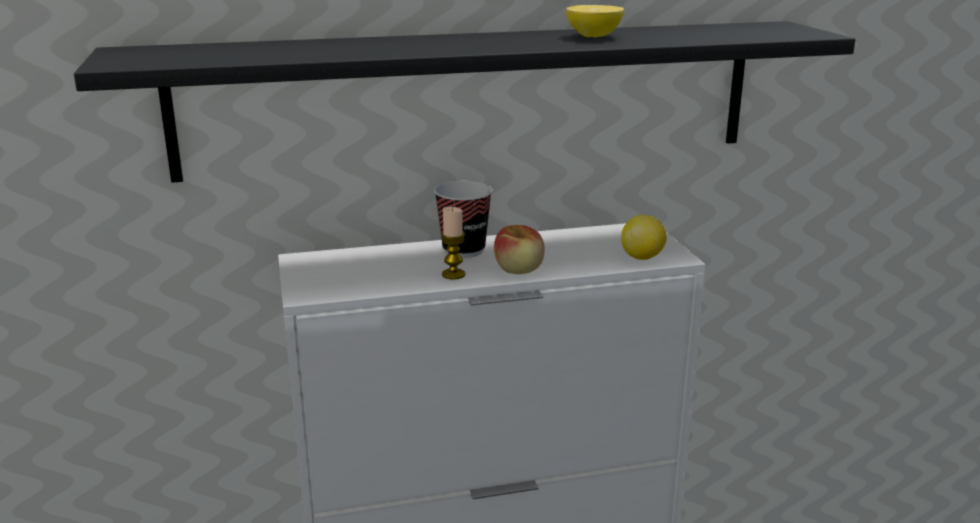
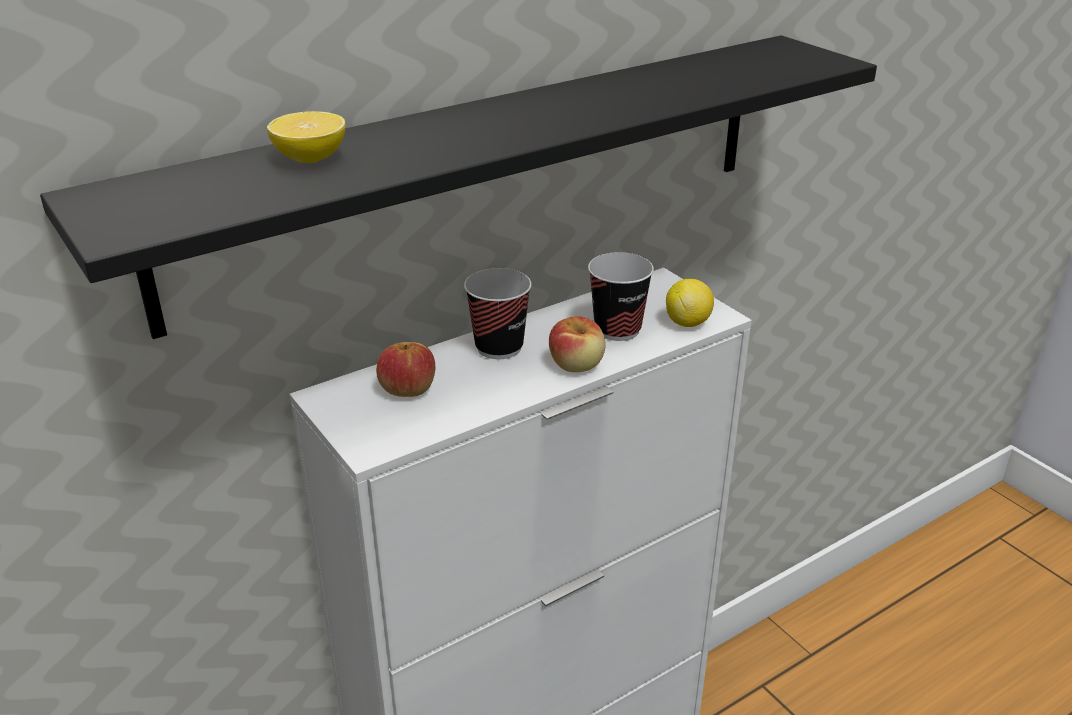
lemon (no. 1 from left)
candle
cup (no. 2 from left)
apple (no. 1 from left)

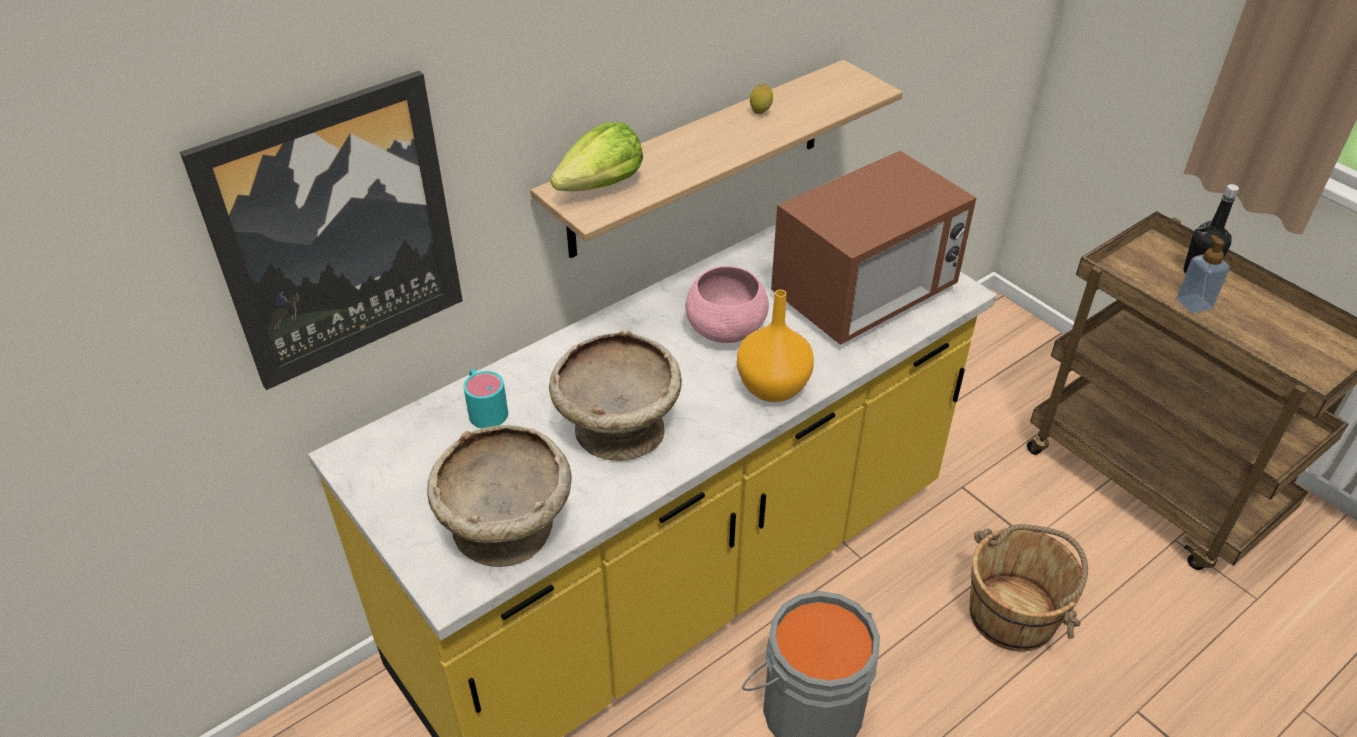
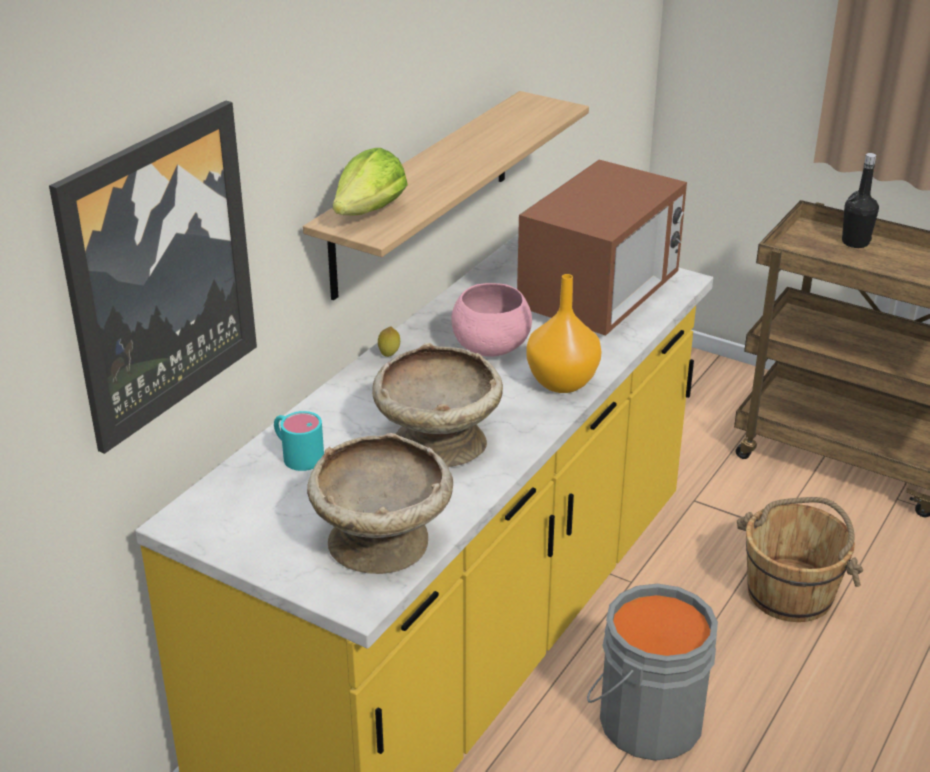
lemon
soap dispenser

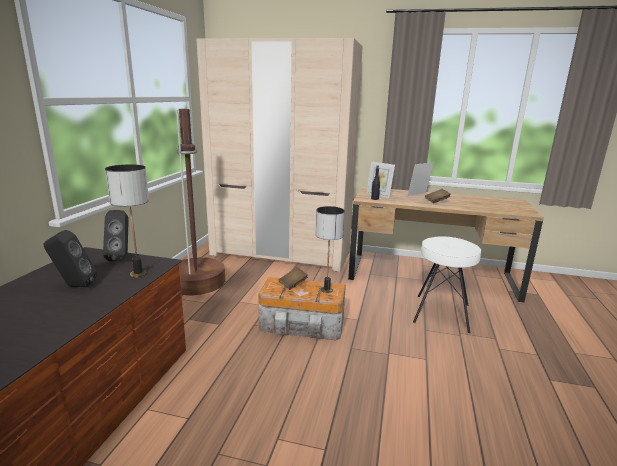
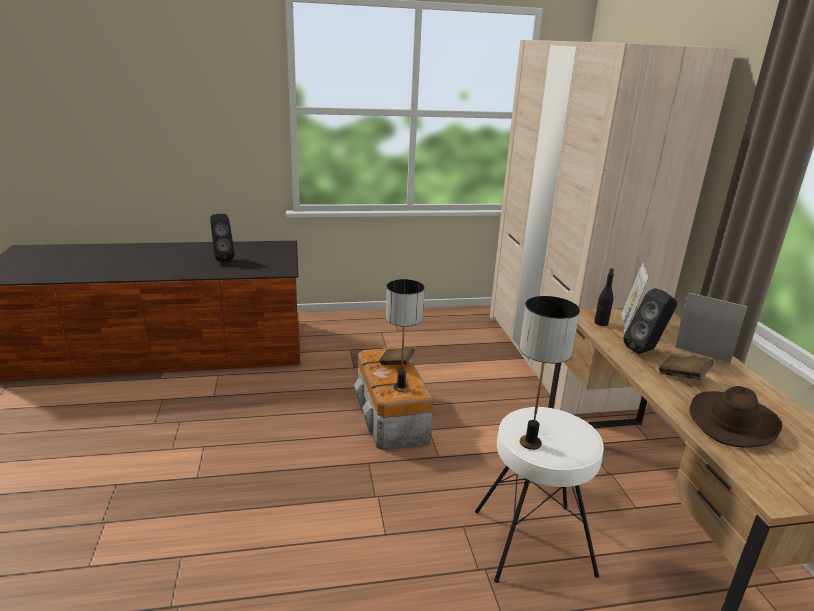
floor lamp/brown
table lamp (no. 2 from left)
speaker/black (no. 2 from left)
hat/brown

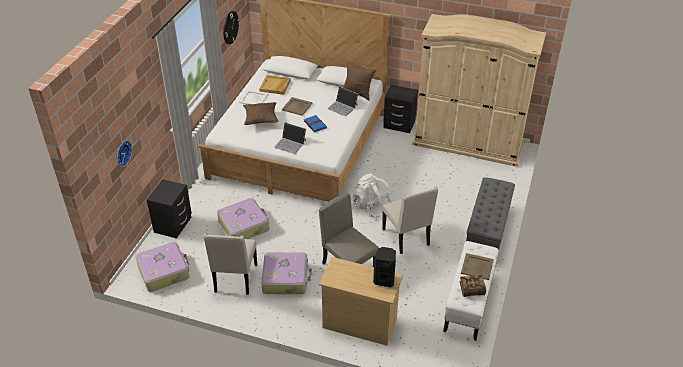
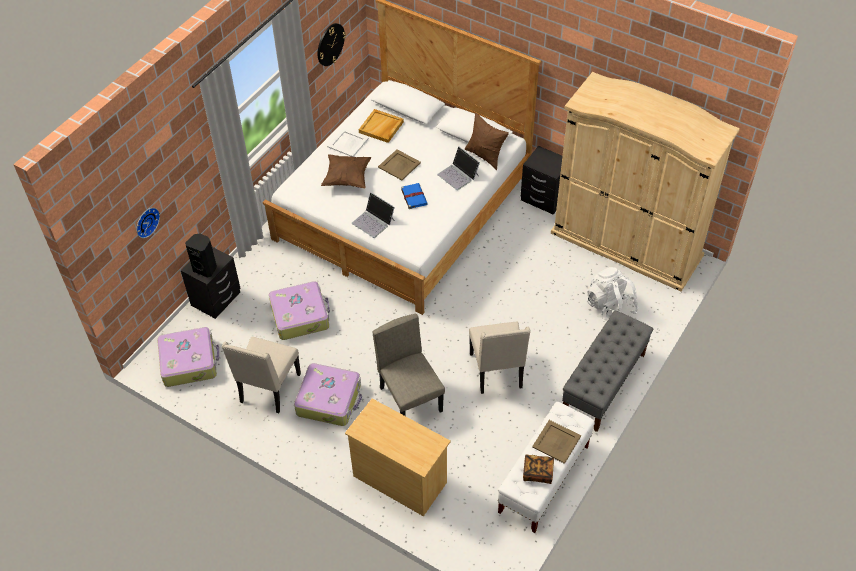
backpack/white
speaker/black

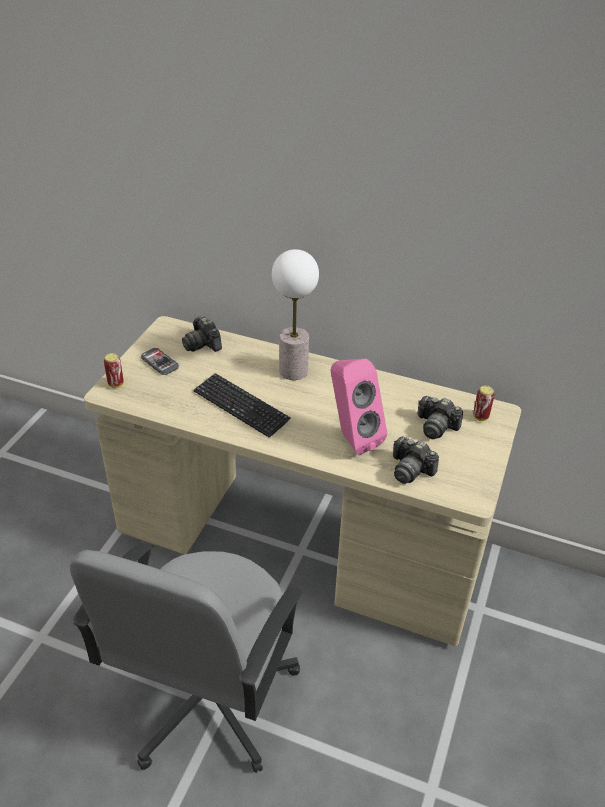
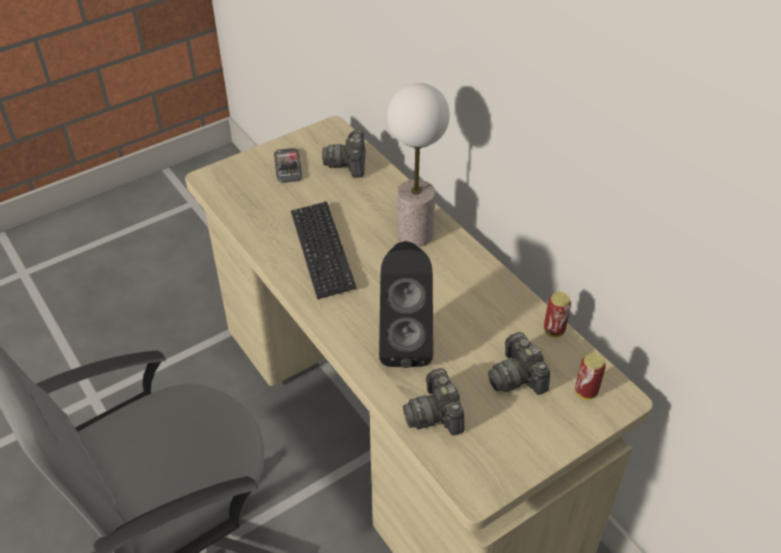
can (no. 1 from left)
speaker/black

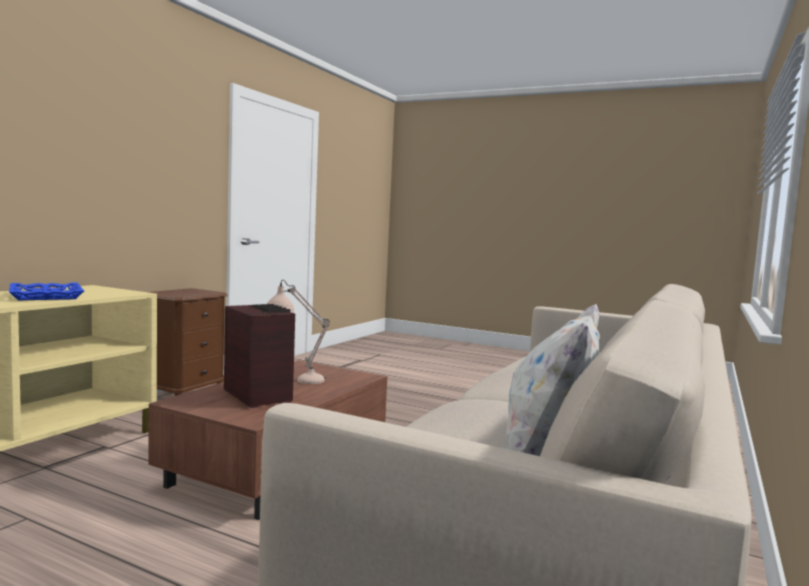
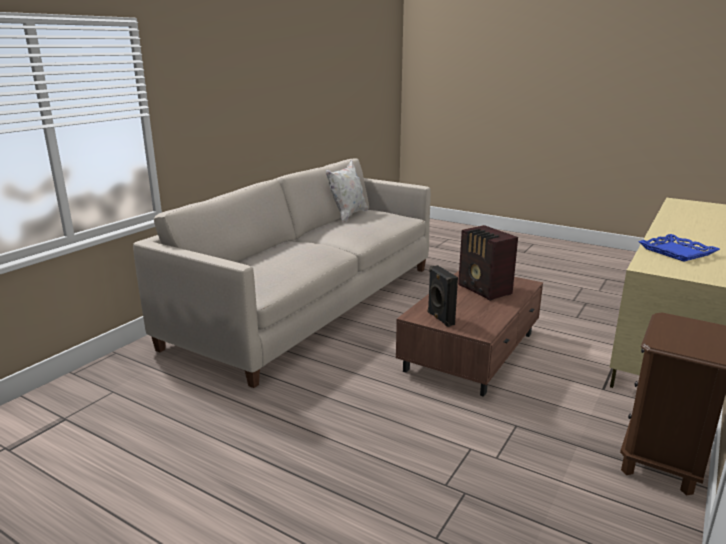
table lamp/beige
speaker/black

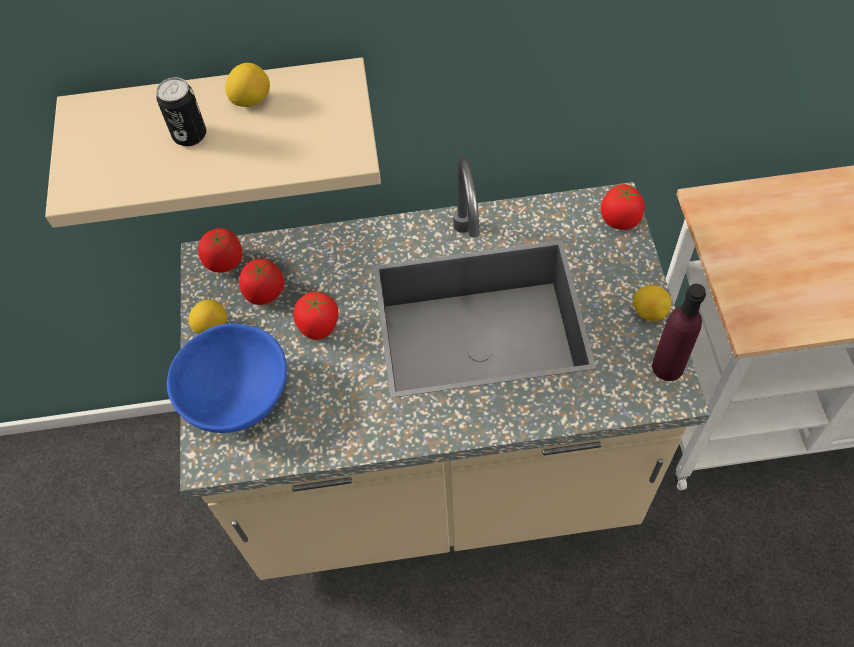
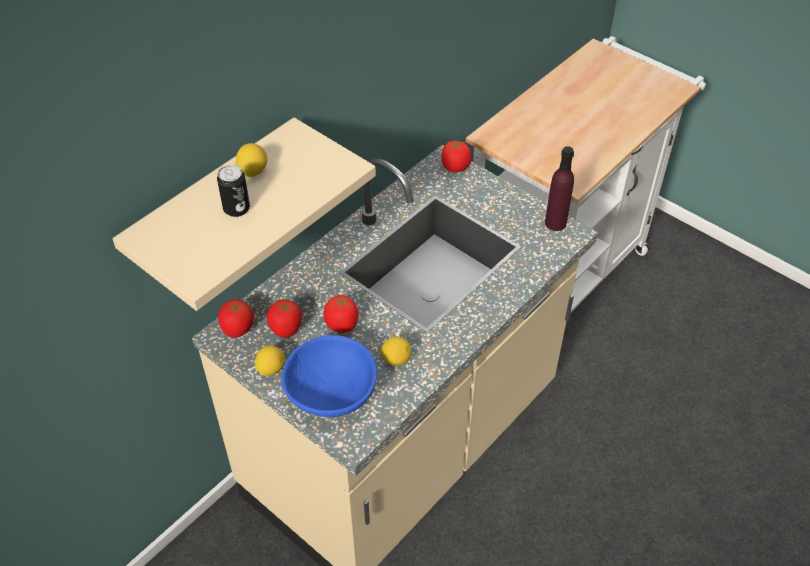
lemon (no. 3 from left)

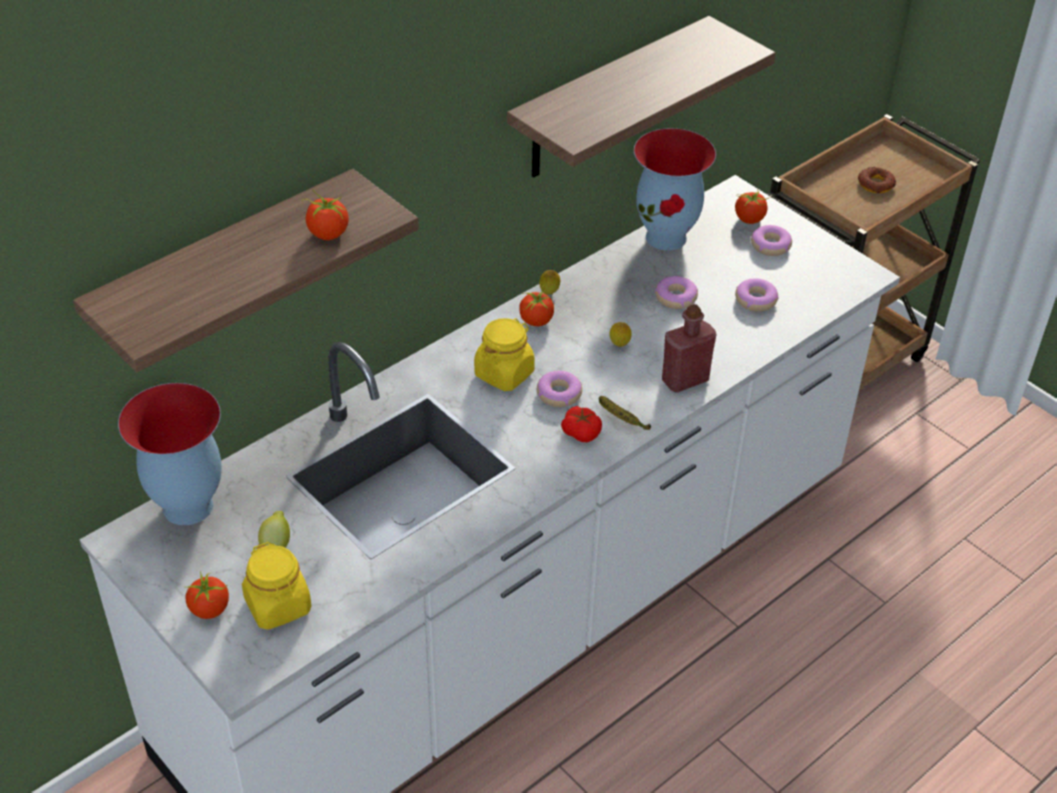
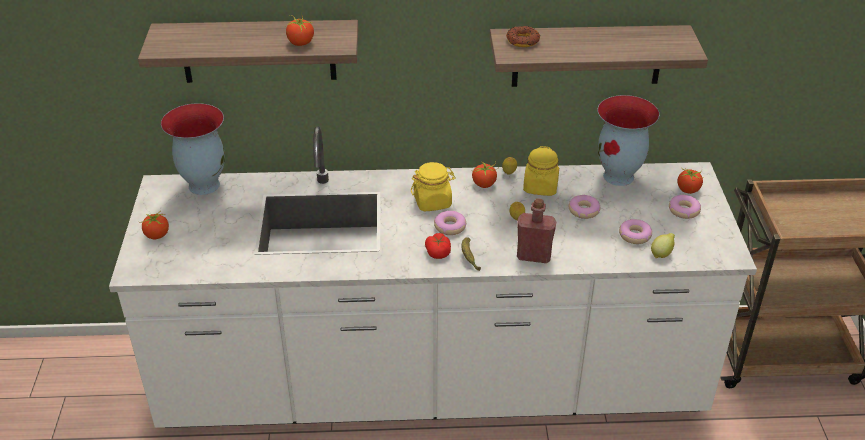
donut (no. 2 from left)
lemon (no. 3 from left)
jar/yellow (no. 2 from left)

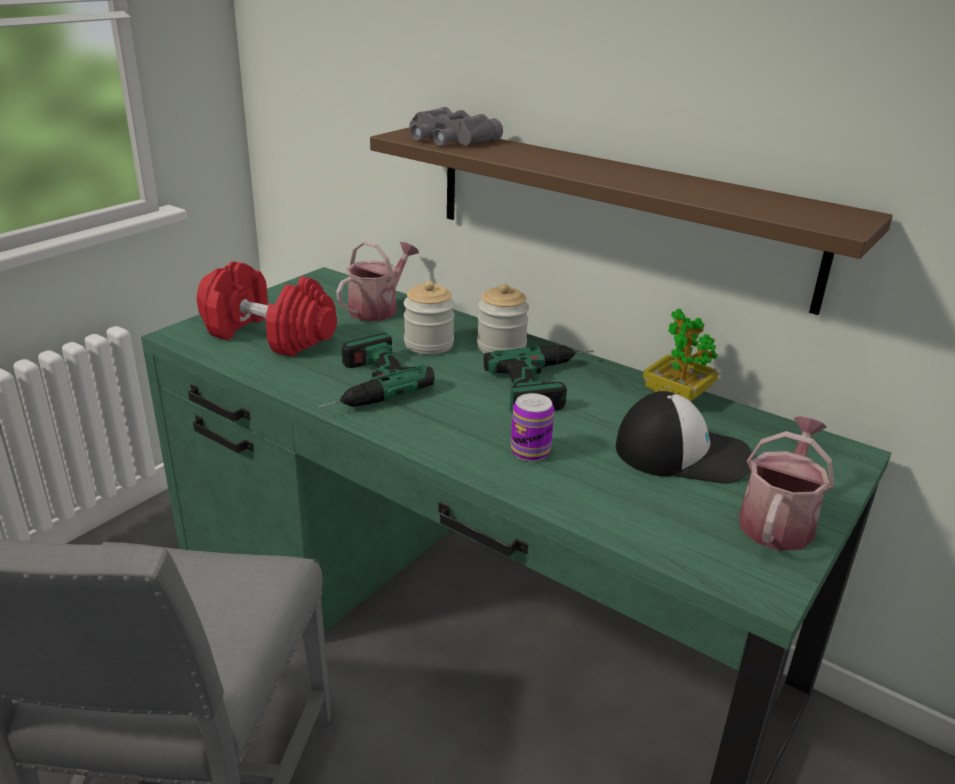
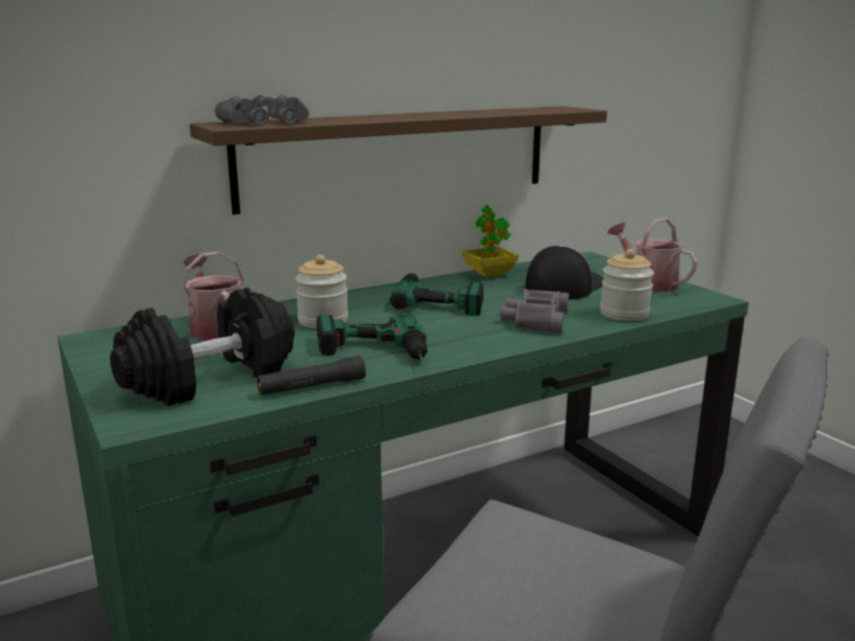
dumbbell/black
jar (no. 2 from left)
binoculars/grey (no. 2 from left)
flashlight/black

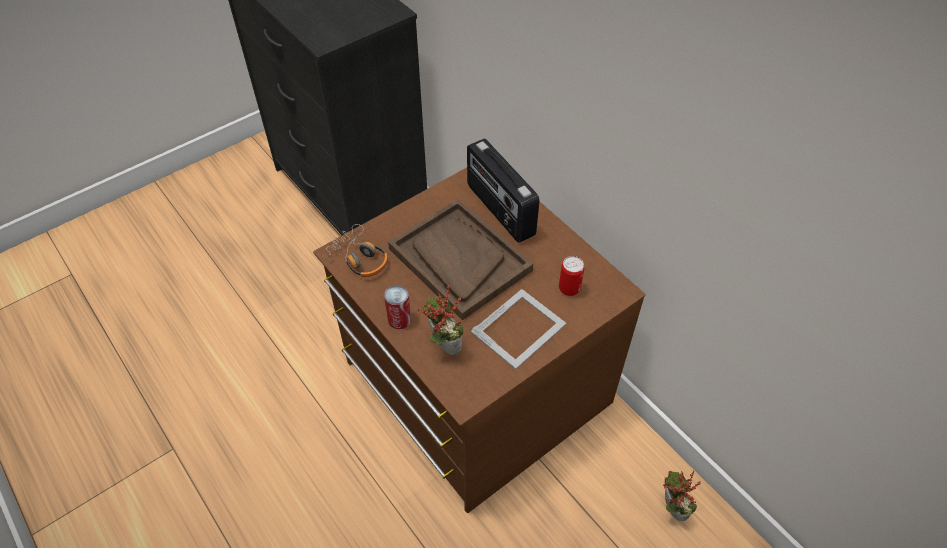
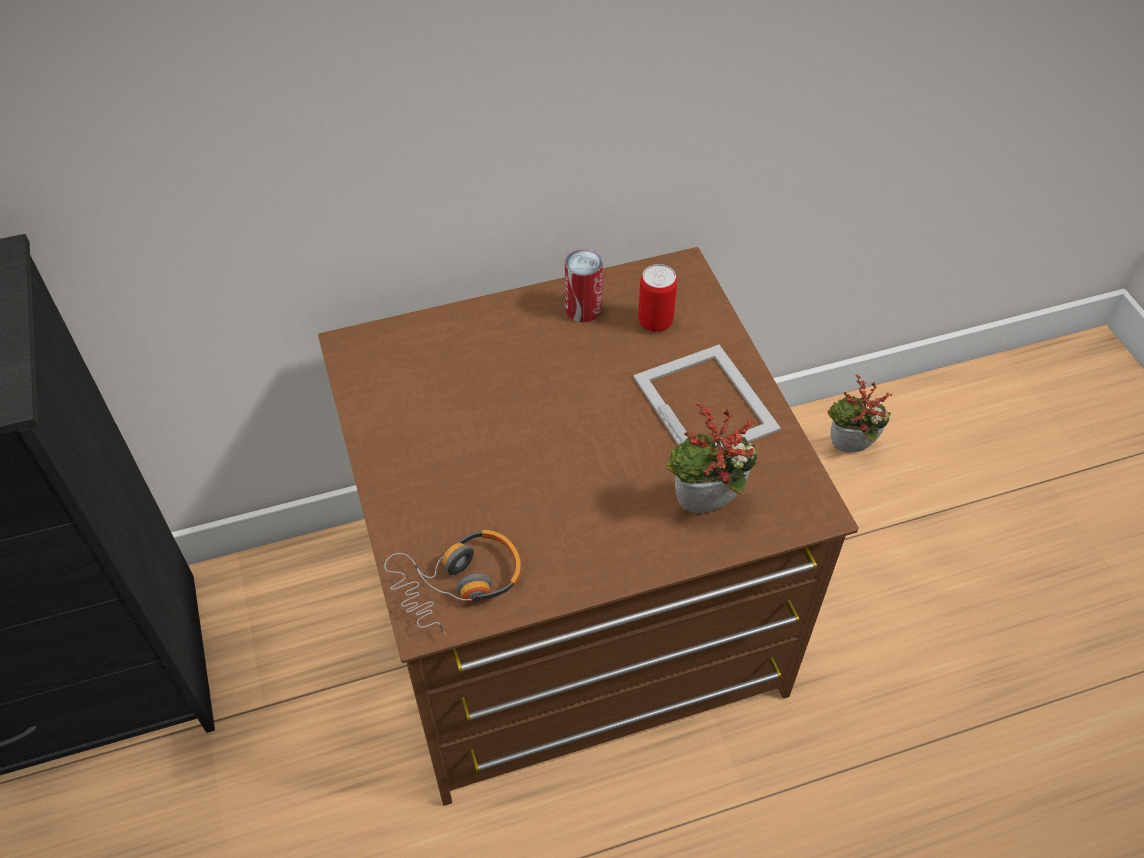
radio
tray/brown
can (no. 1 from left)

